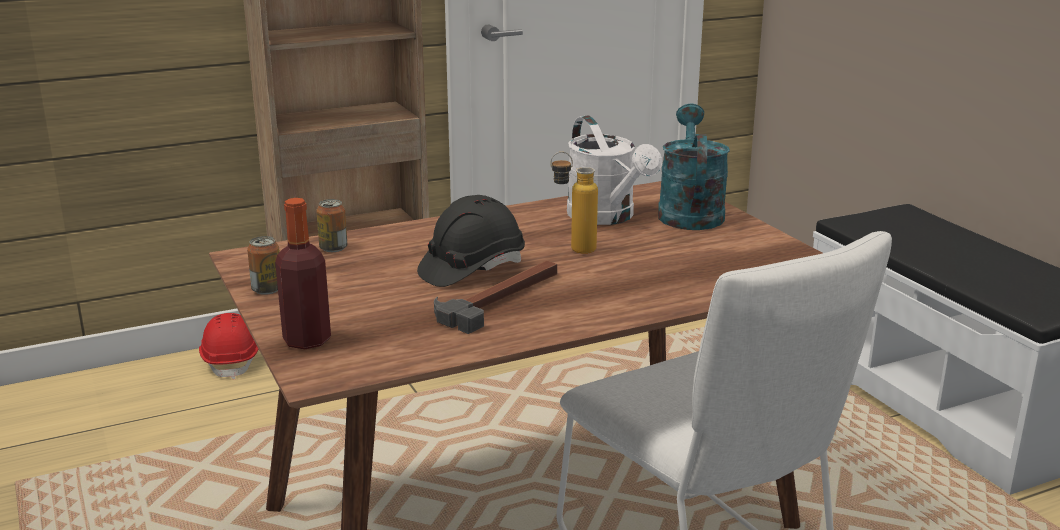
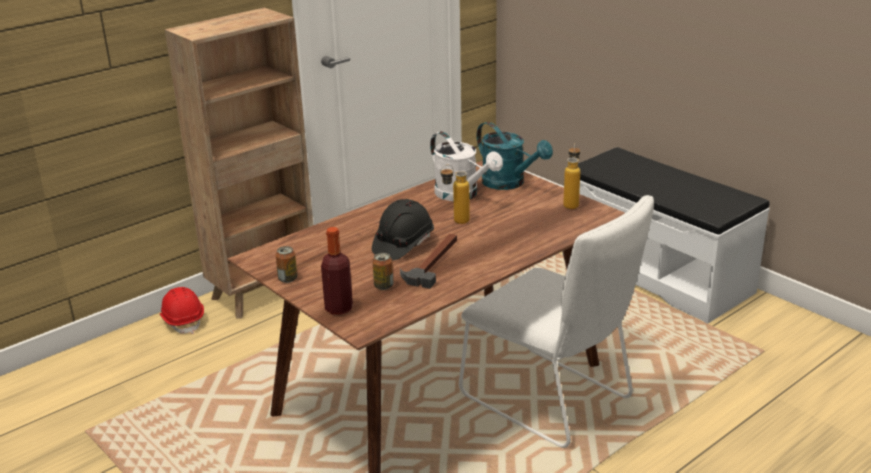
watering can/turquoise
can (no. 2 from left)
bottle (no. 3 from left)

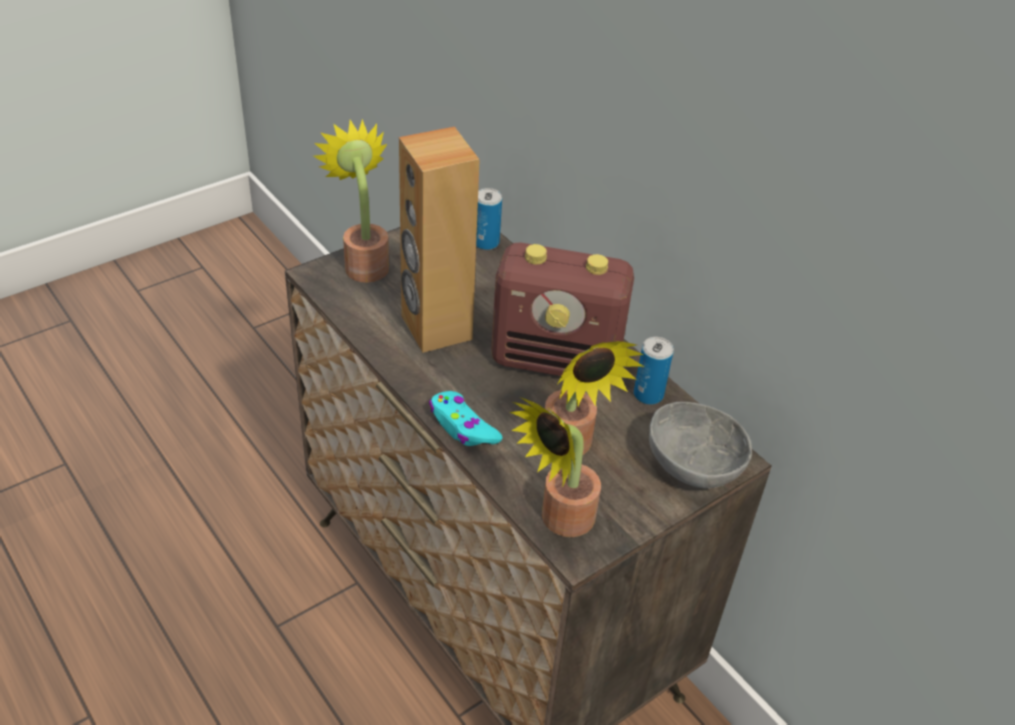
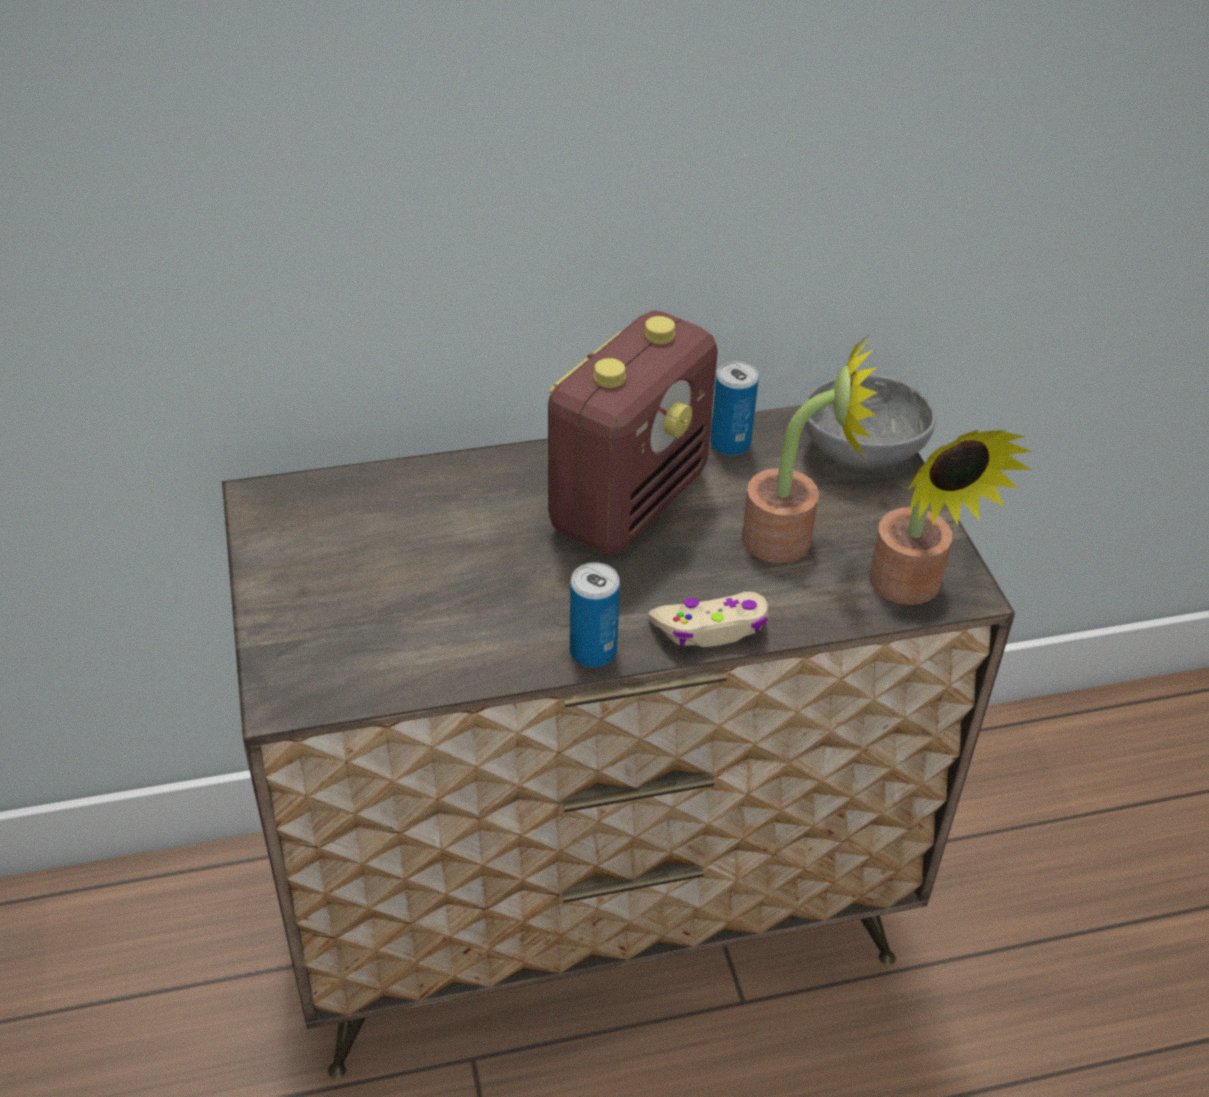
potted plant (no. 1 from left in the first image)
speaker/brown
can (no. 1 from left)
game controller/beige

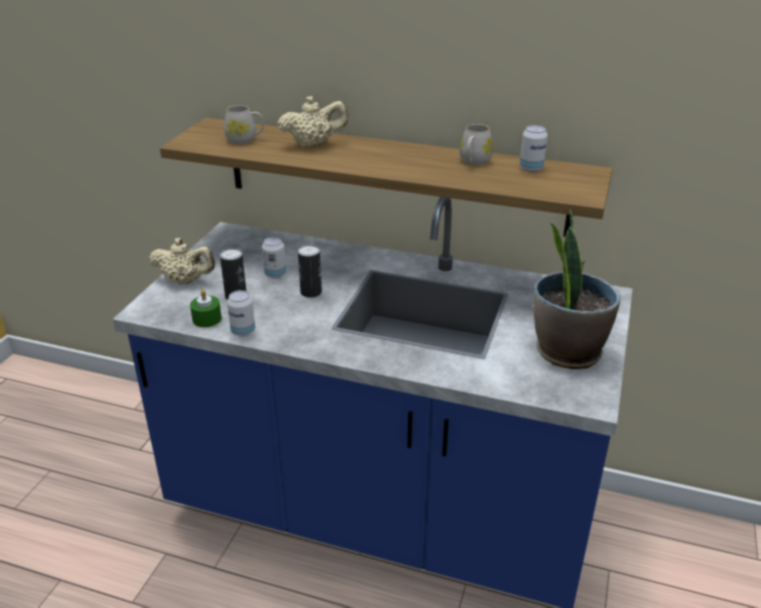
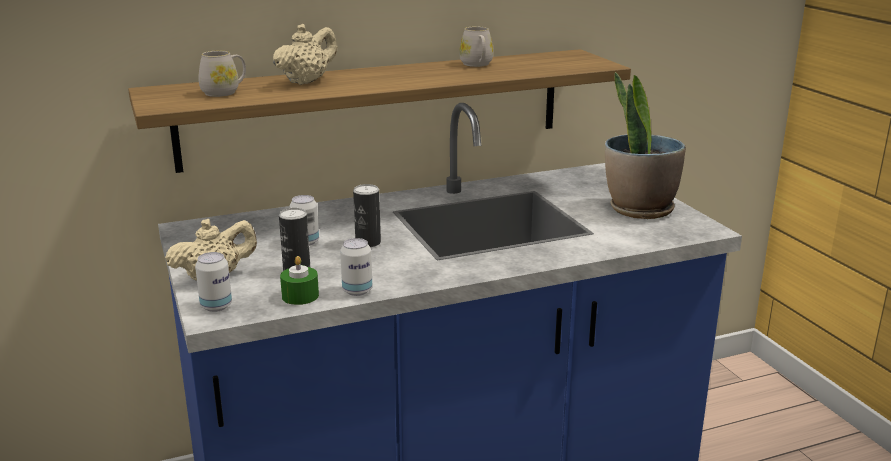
can (no. 1 from left)

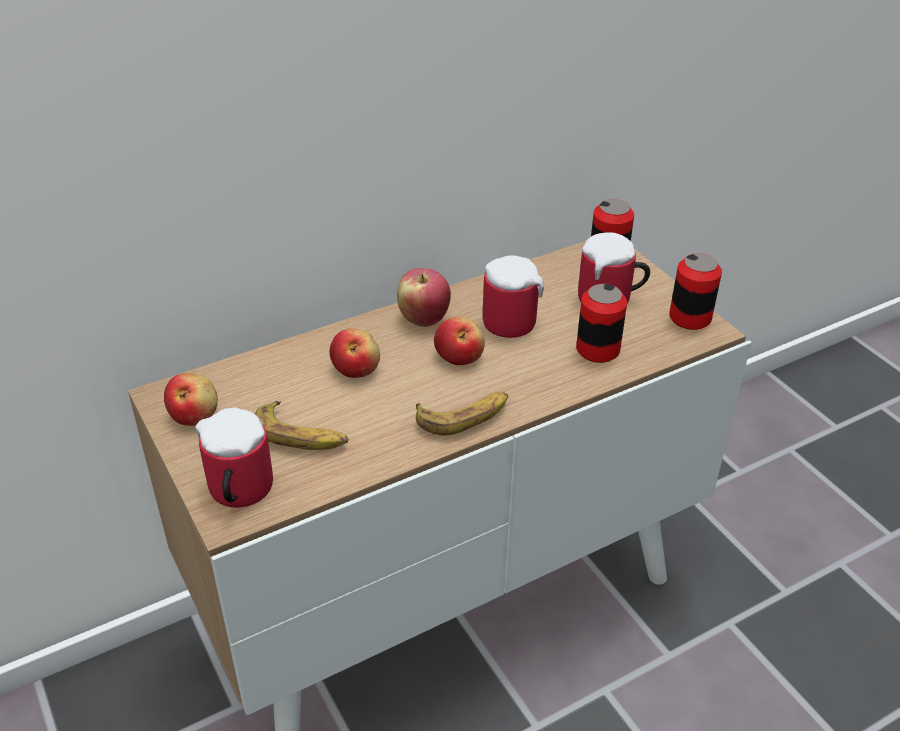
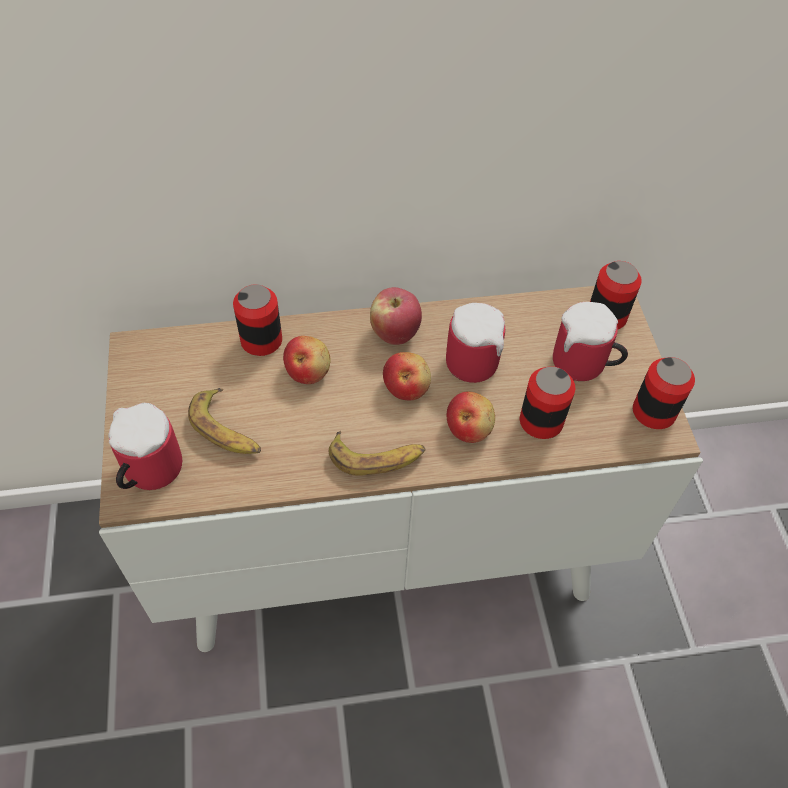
apple (no. 4 from left)
can (no. 1 from left)

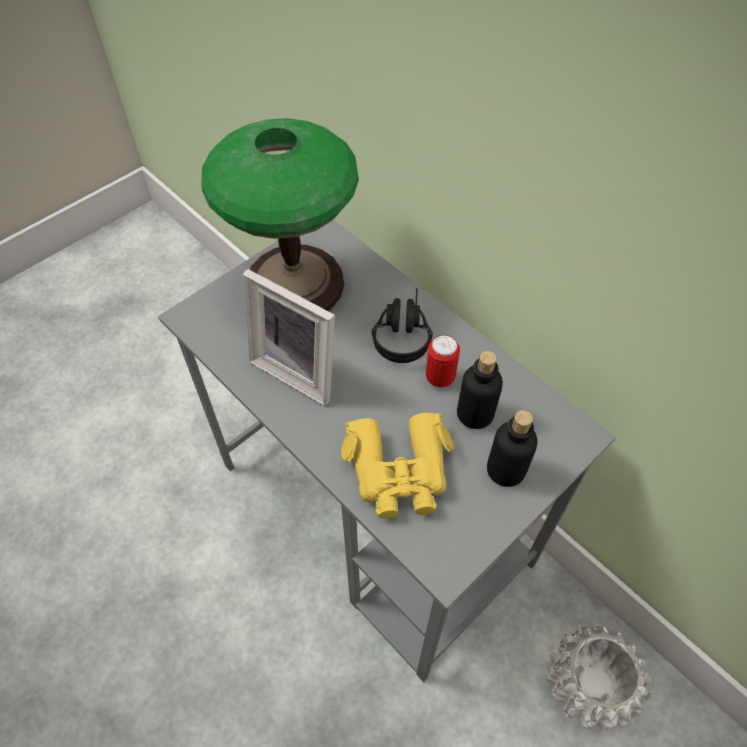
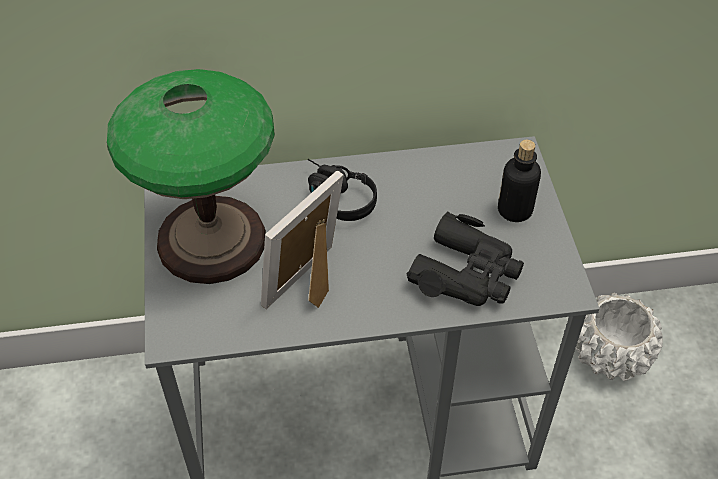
picture frame
can
bottle (no. 1 from left in the first image)
binoculars/black

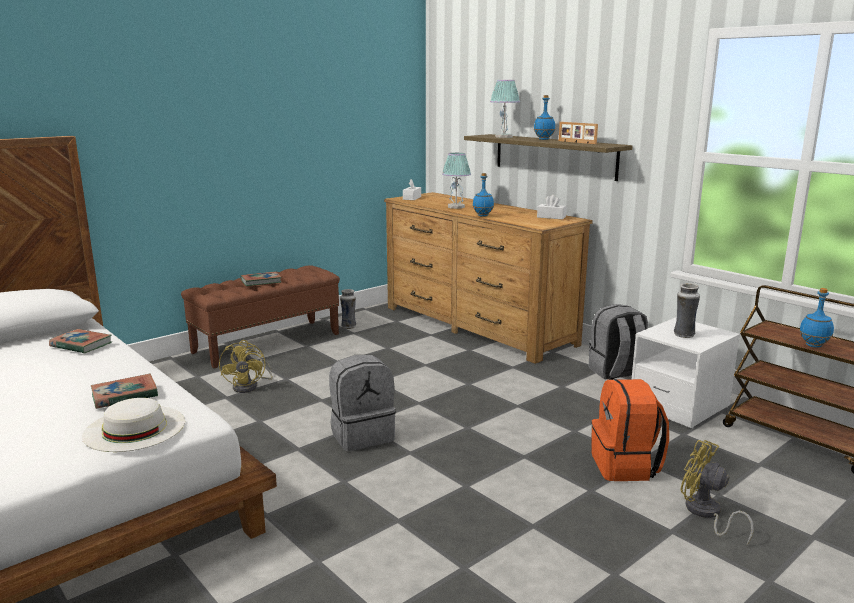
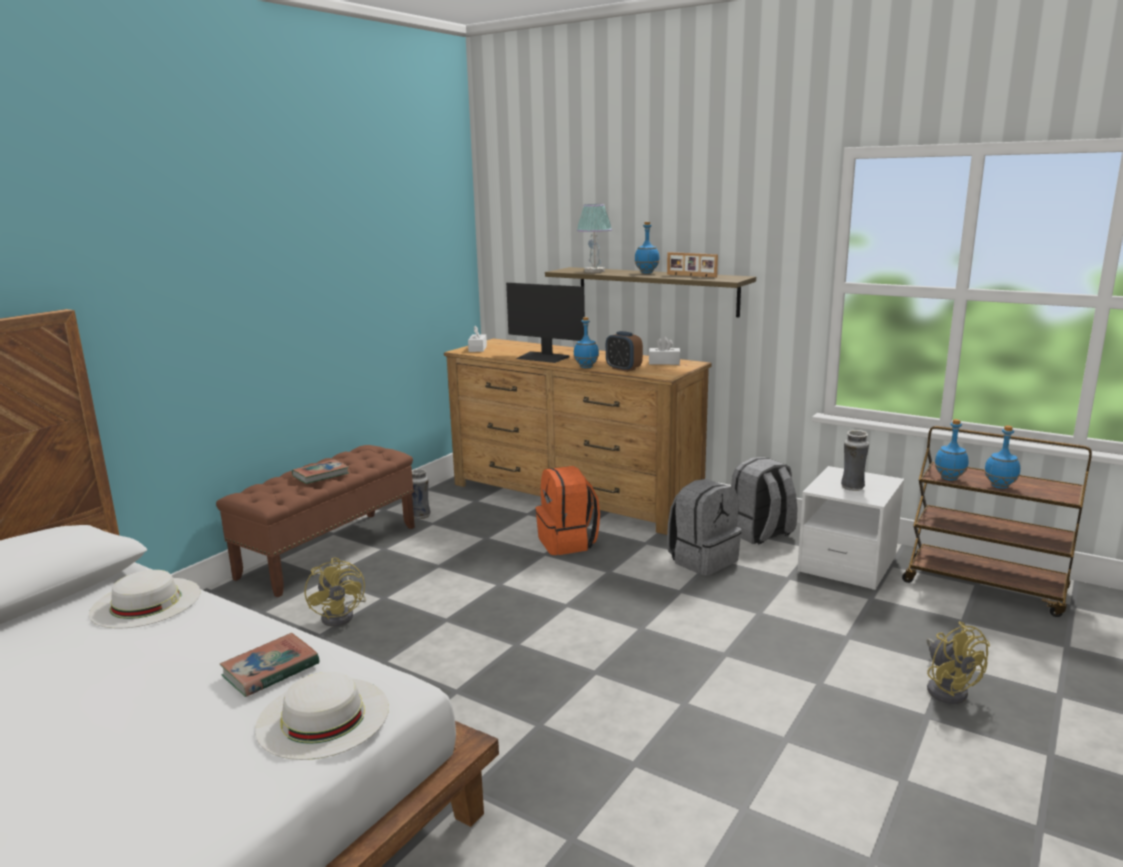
monitor
hat/white (no. 1 from left)
backpack/grey (no. 1 from left)
backpack/orange
fan/yellow (no. 2 from left)
alarm clock
bottle/blue (no. 3 from left)

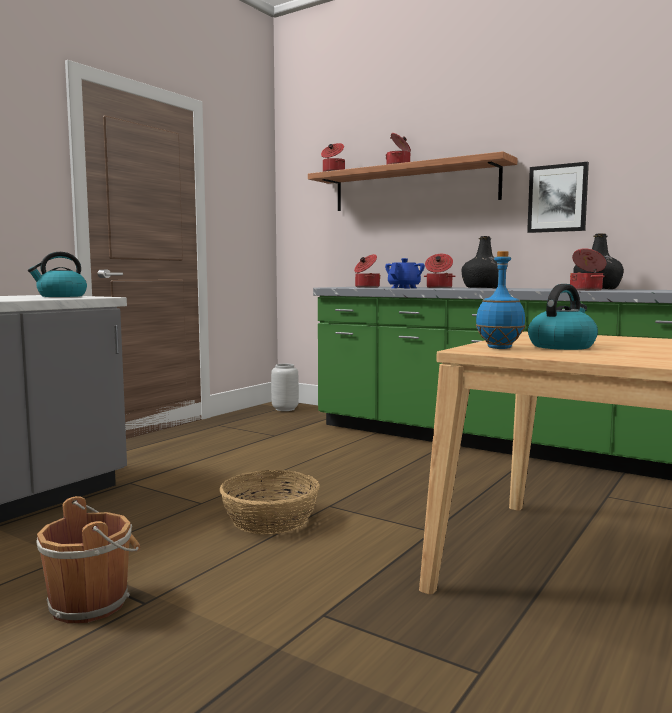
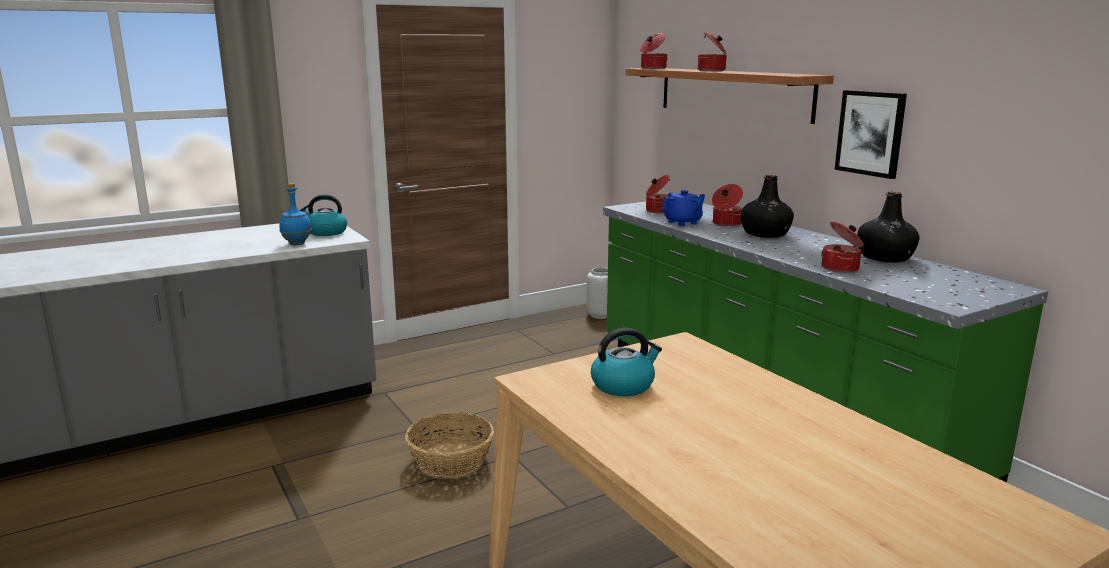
bottle/blue
bucket/brown

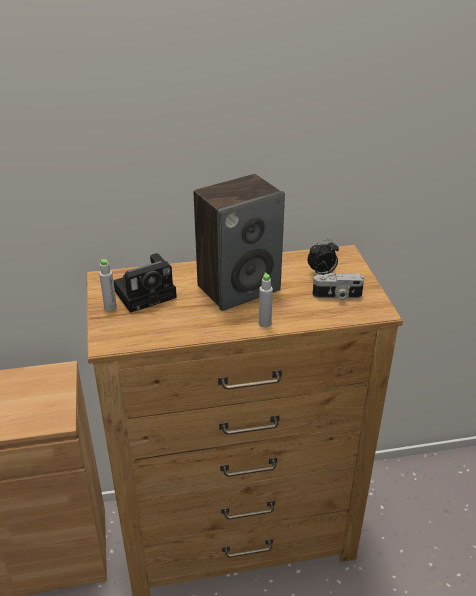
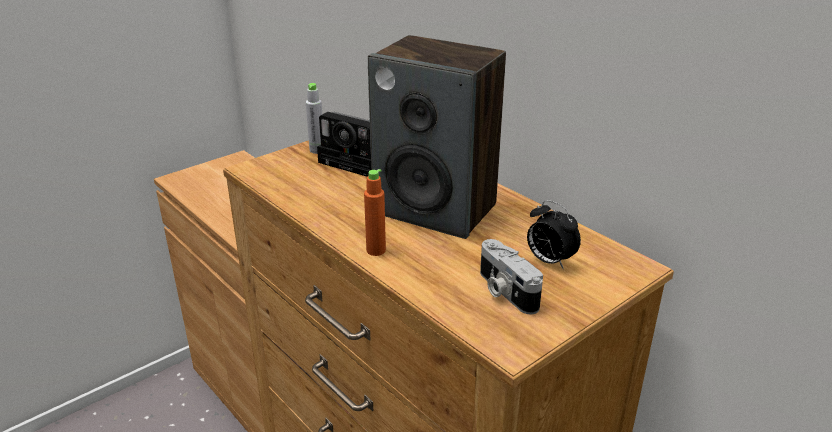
bottle/orange

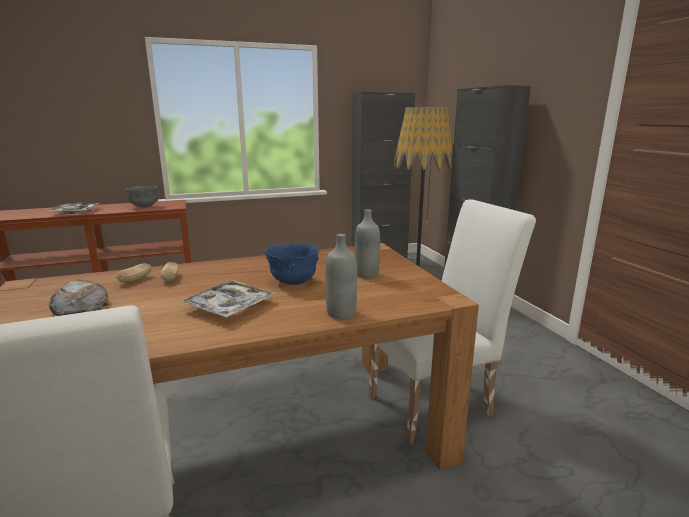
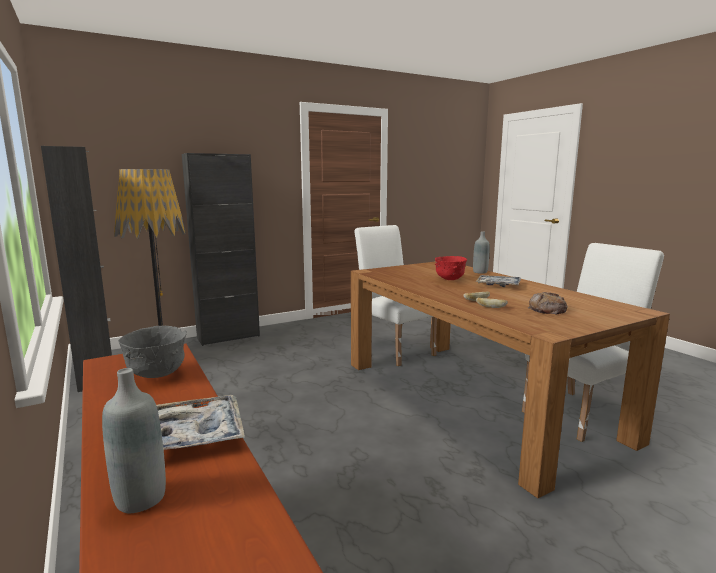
bottle/grey (no. 1 from left)
bowl/red

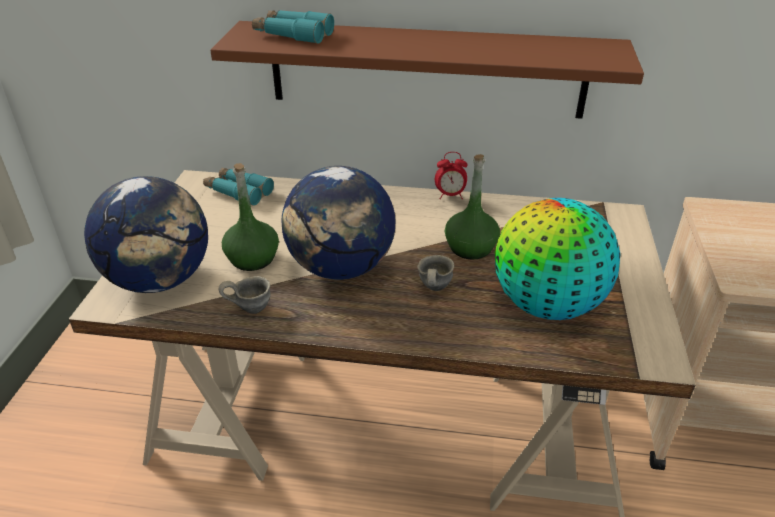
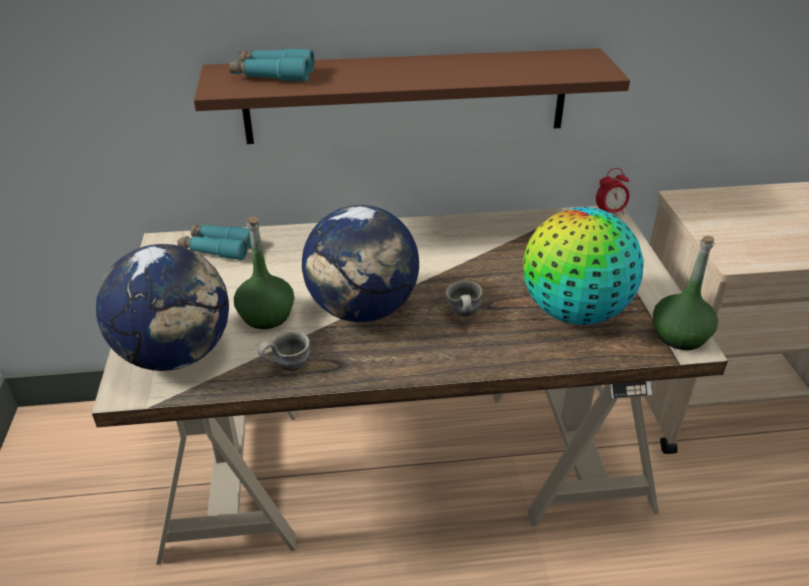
alarm clock
bottle/green (no. 2 from left)

